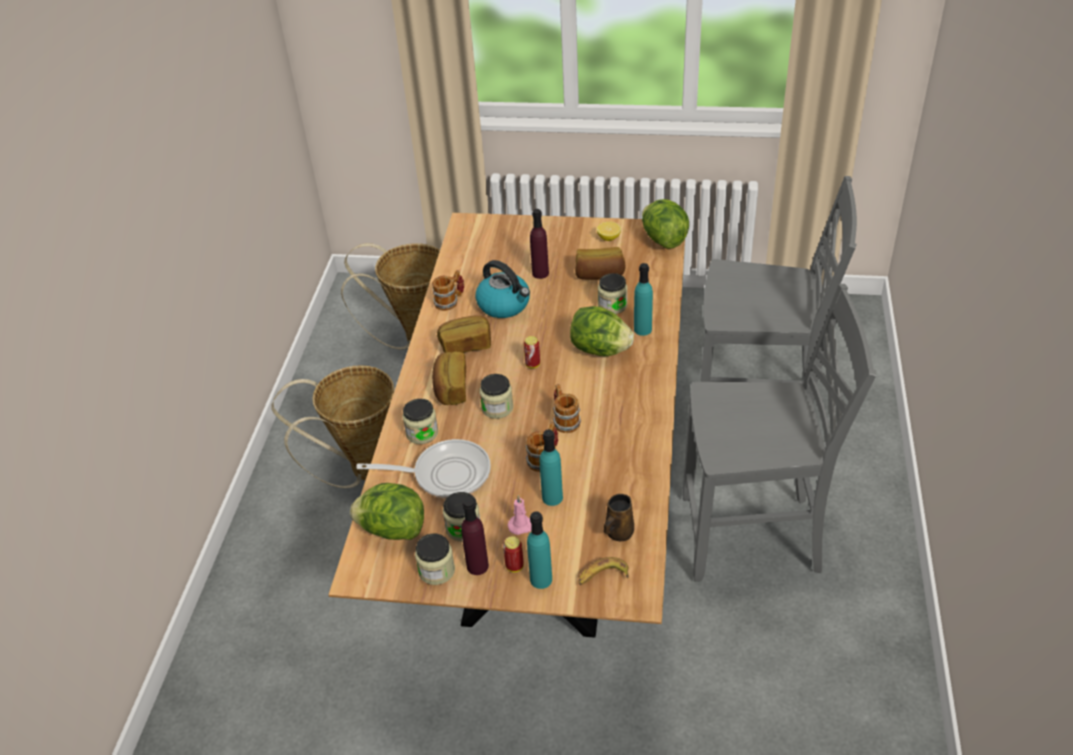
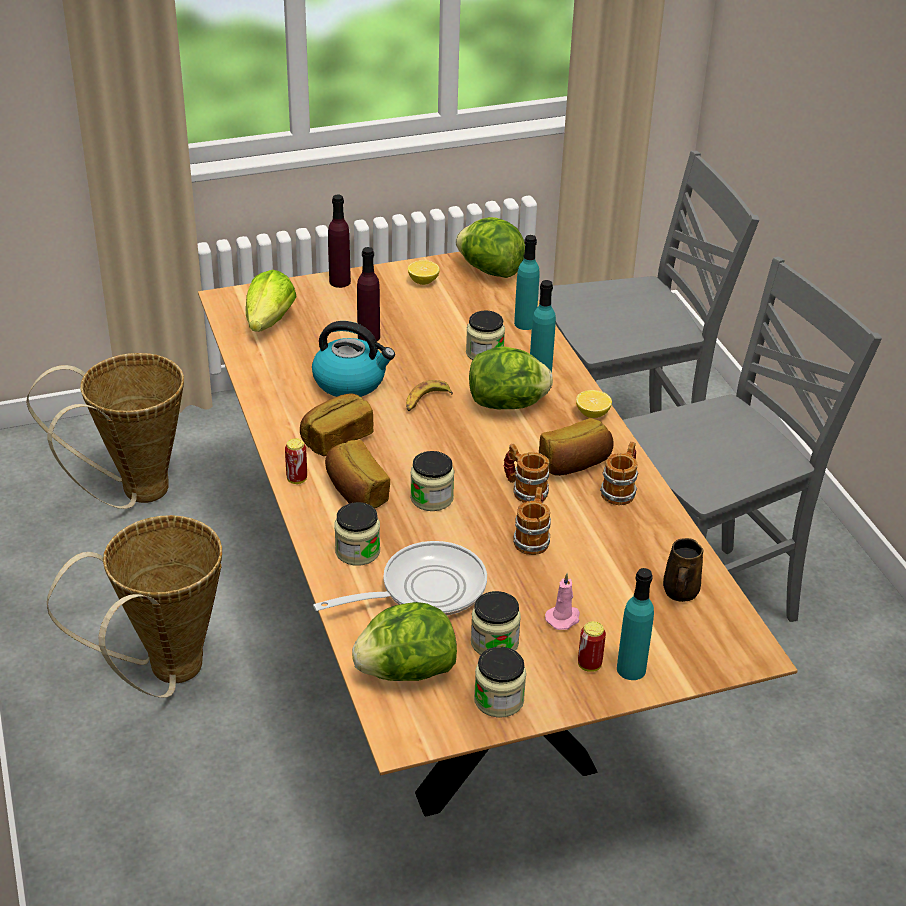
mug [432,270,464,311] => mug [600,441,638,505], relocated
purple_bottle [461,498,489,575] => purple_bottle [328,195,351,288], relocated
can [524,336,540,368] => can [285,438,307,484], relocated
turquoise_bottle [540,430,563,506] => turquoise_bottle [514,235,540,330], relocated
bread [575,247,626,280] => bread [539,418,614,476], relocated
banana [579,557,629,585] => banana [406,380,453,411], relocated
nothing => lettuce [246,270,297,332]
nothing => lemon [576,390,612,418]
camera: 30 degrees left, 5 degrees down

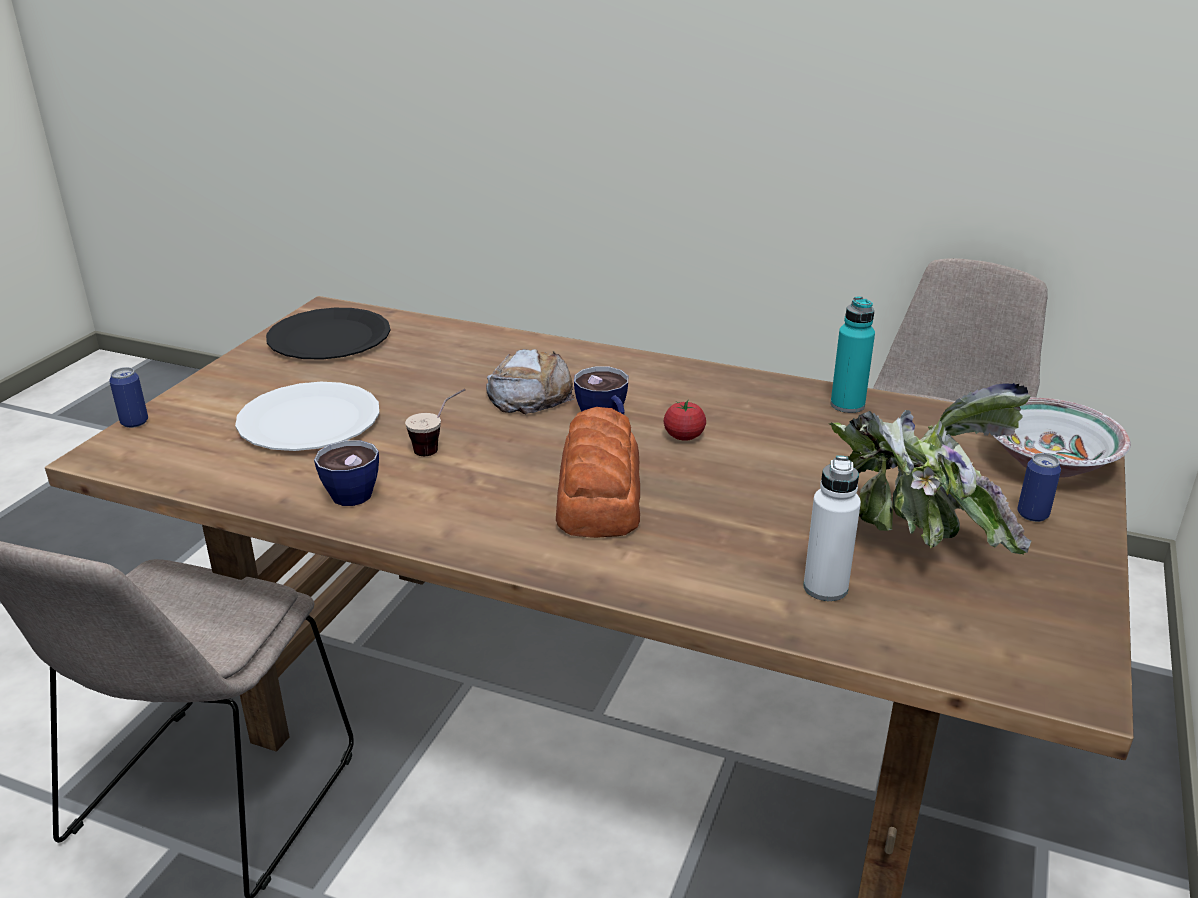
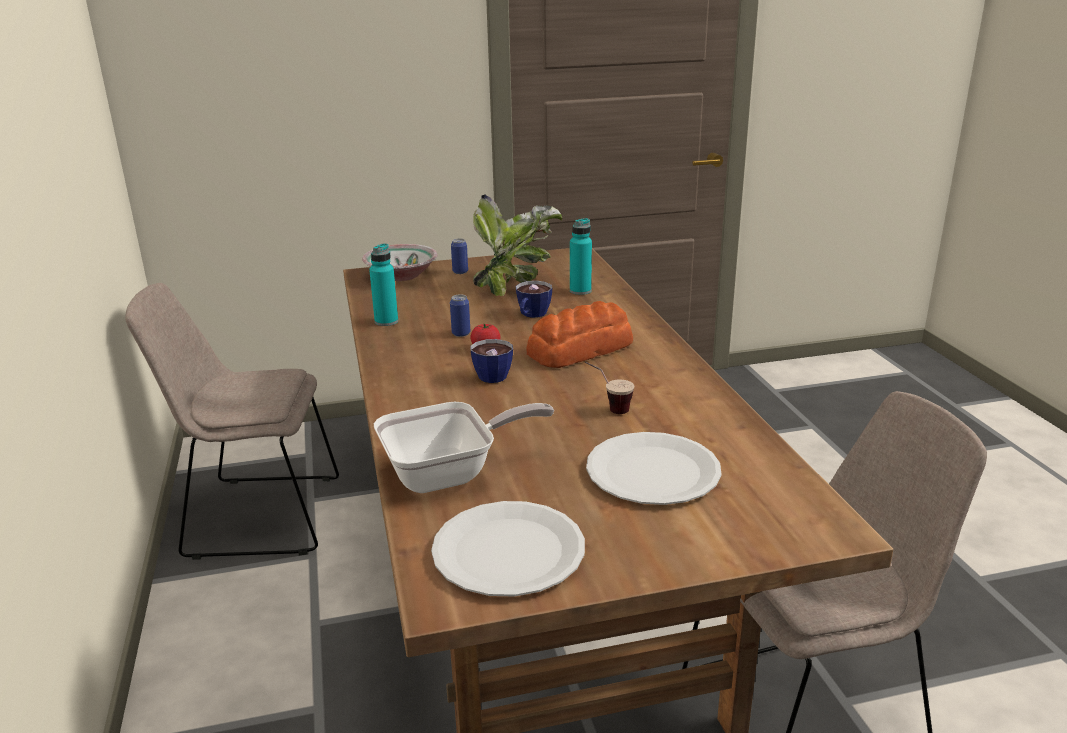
can [109,367,148,428] => can [450,294,470,337], relocated
black_plate [266,308,390,360] => white_plate [431,501,585,597]
cup [314,440,379,506] => cup [515,281,552,318], relocated
bread [486,349,575,414] => nothing
white_bottle [803,455,861,601] => turquoise_bottle [570,218,592,295]
nothing => frying_pan [374,402,554,493]
camera: 125 degrees left, 5 degrees down

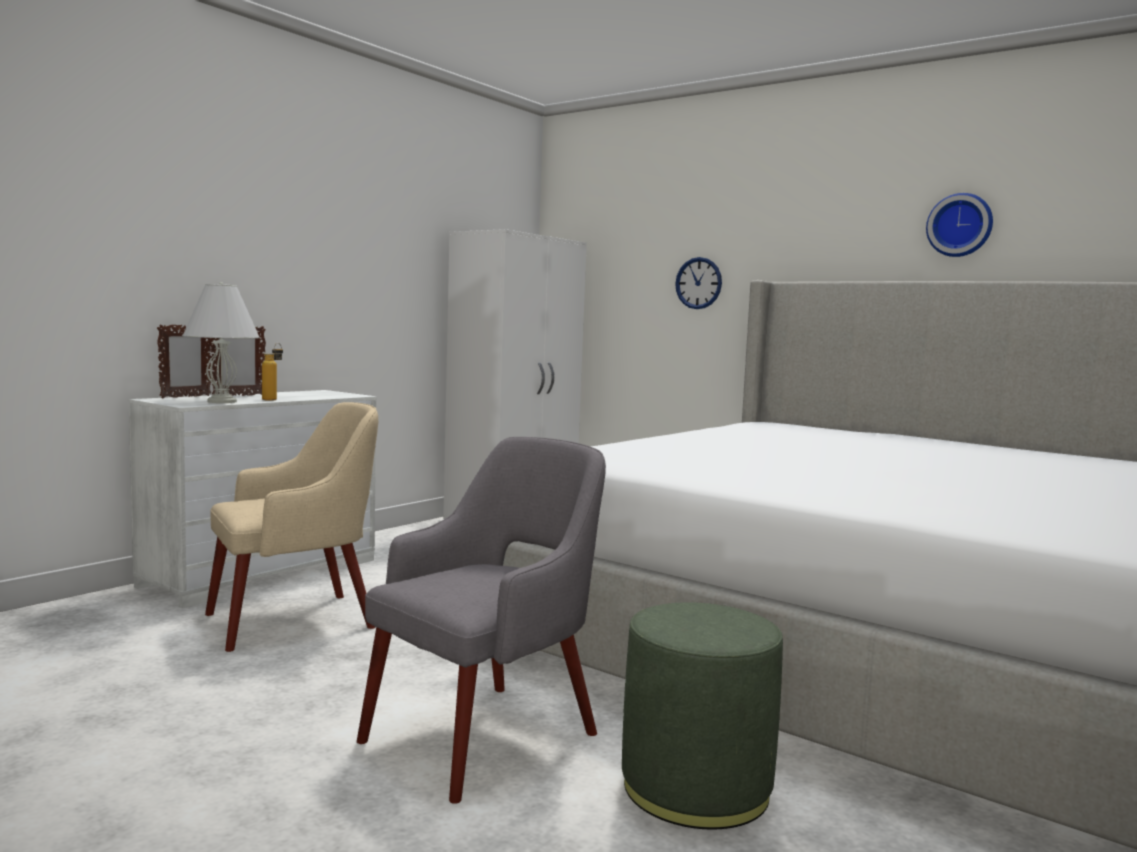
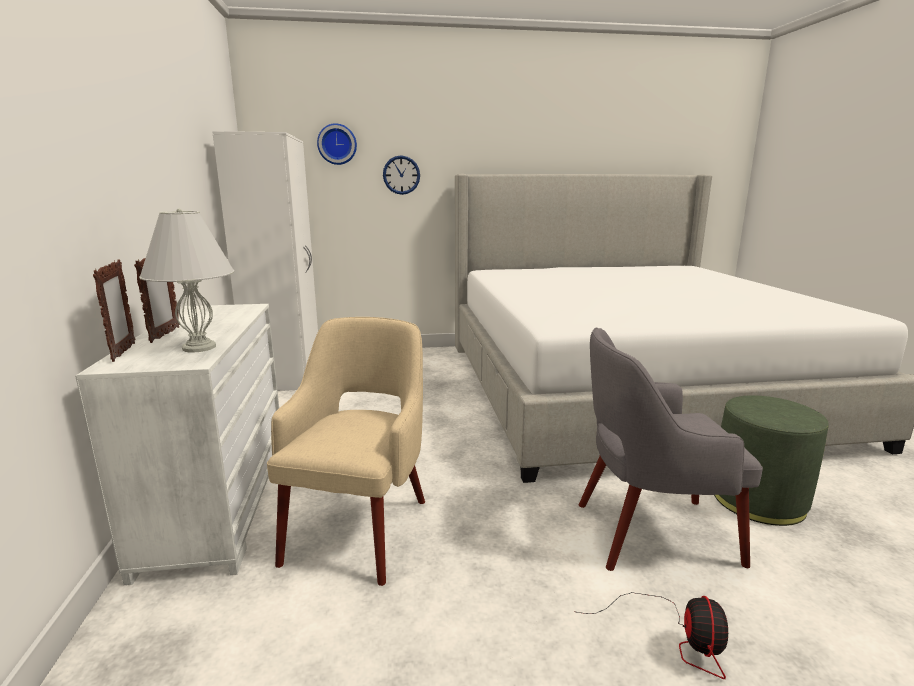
bottle [262,343,283,401] => nothing
grey_armchair [357,437,606,804] => grey_armchair [579,327,763,571], 90 degrees counterclockwise
wall_clock [926,193,993,257] => wall_clock [317,123,357,165], relocated
nothing => fan [574,592,728,679]
camera: 45 degrees left, 10 degrees up

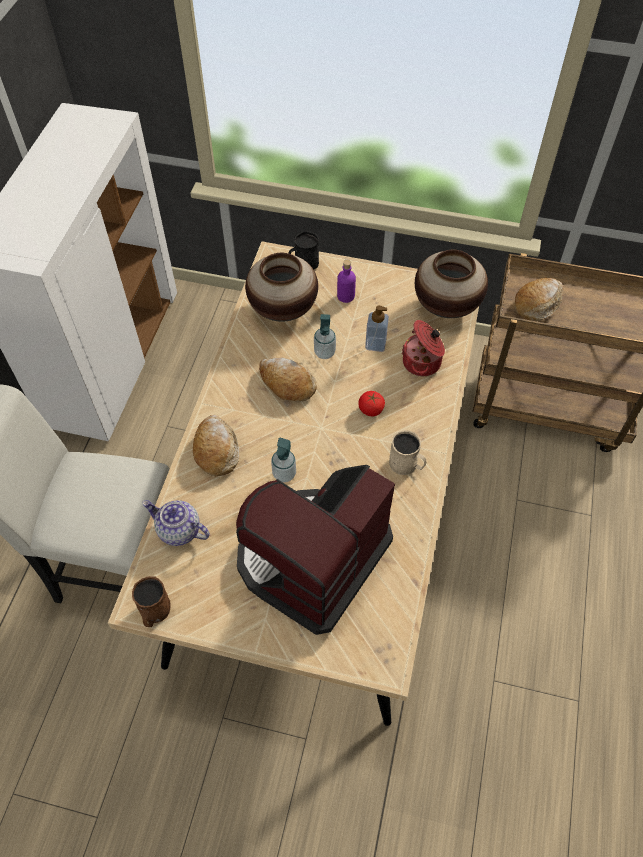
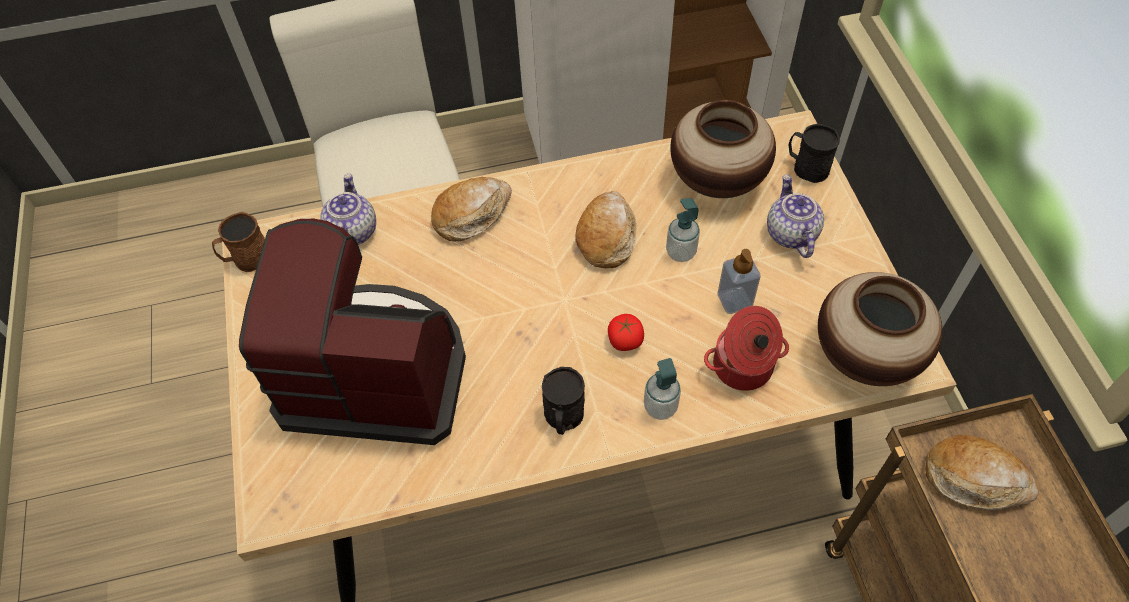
soap_dispenser [271,438,296,483] => soap_dispenser [644,358,681,420], relocated
purple_bottle [337,260,356,303] => teapot [767,175,824,258]
beige_mug [389,430,426,475] => black_mug [542,367,585,435]
camera: 65 degrees right, 0 degrees up

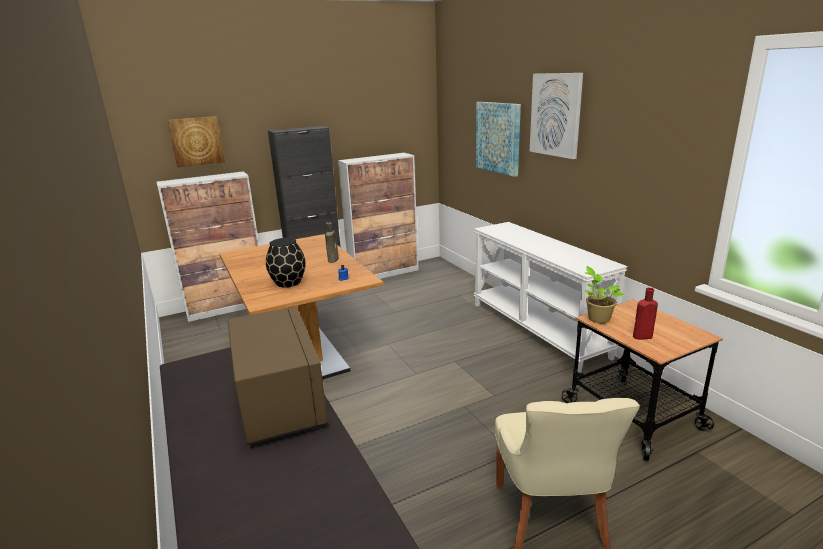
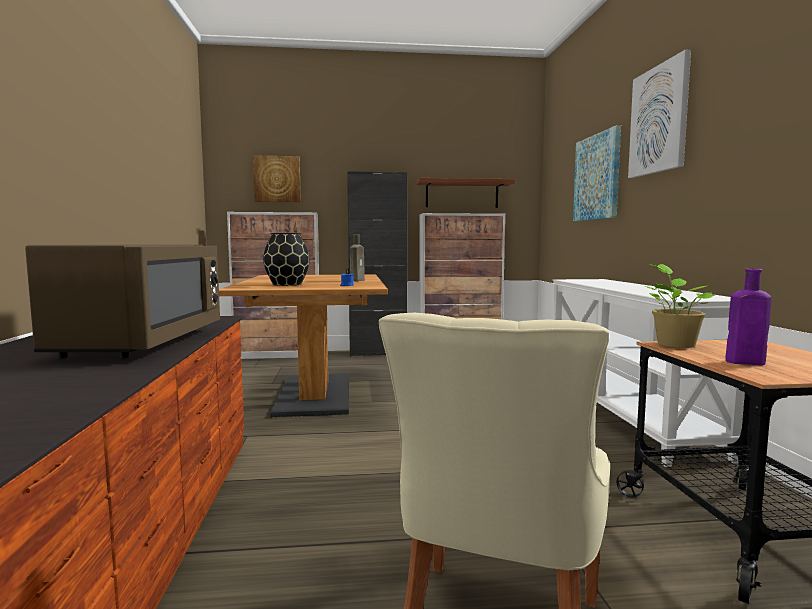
red_bottle [633,288,658,340] => purple_bottle [725,268,772,365]
nothing => brown_shelf [416,178,515,208]
camera: 20 degrees right, 15 degrees down

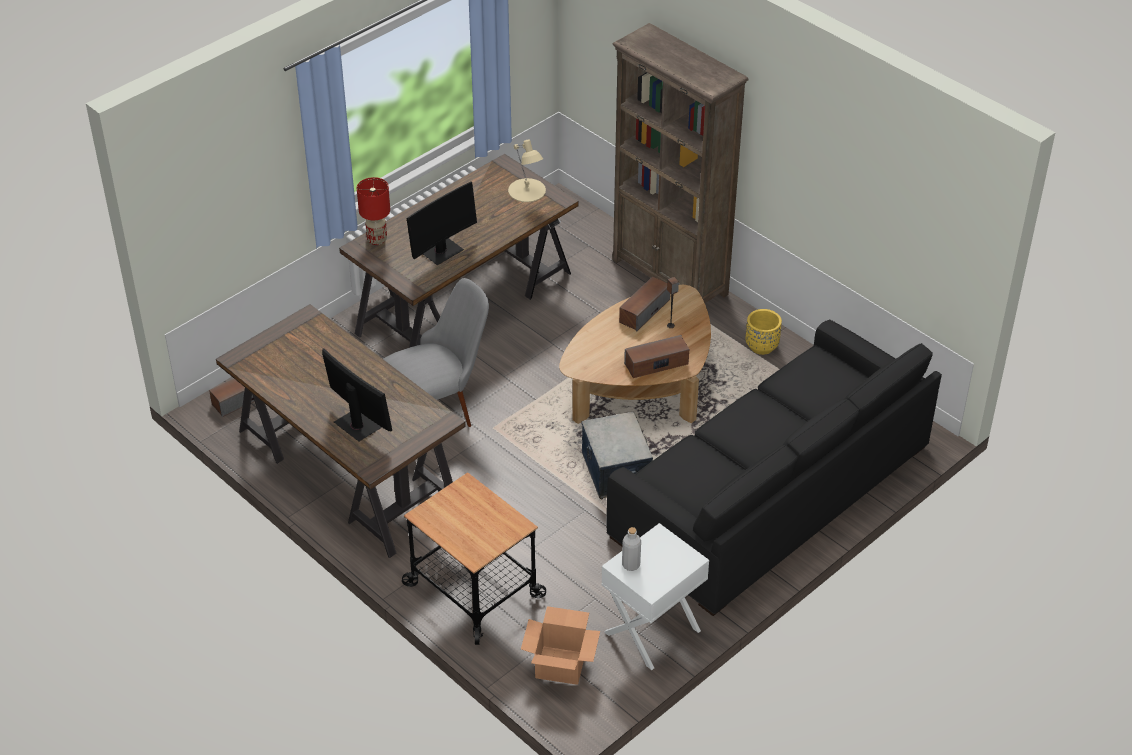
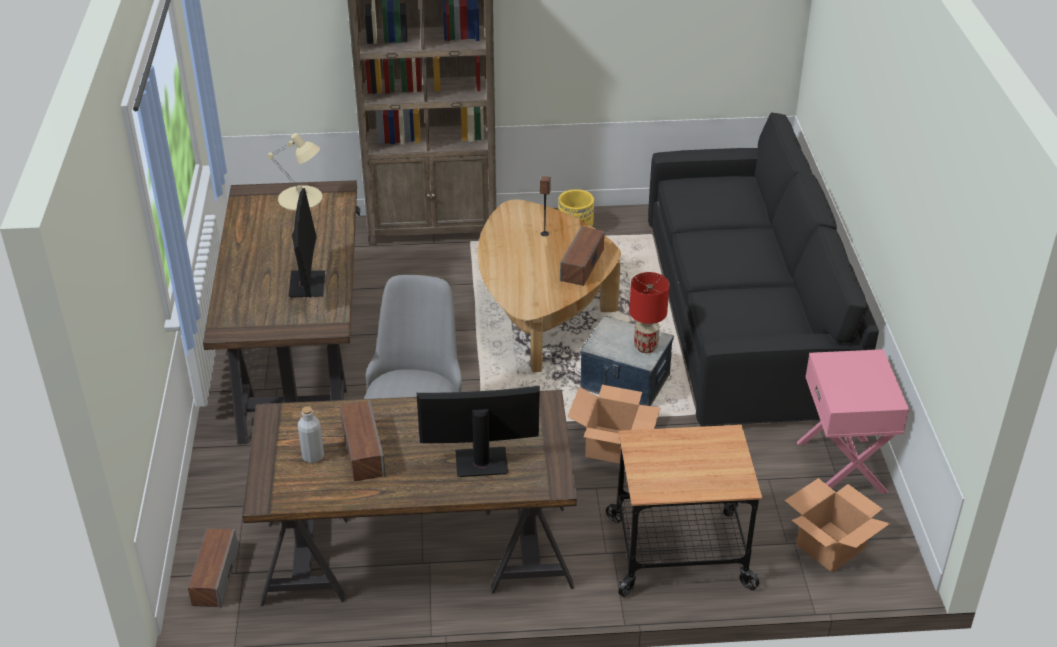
red_table_lamp [357,177,390,245] => red_table_lamp [629,272,669,353], relocated
white_nightstand [601,523,709,670] => pink_nightstand [797,349,909,493]
speaker [619,276,670,331] => speaker [340,400,386,481], relocated
grey_bottle [622,527,641,571] => grey_bottle [298,406,324,463], relocated
nothing => cardboard_box [567,385,661,464]
camera: 50 degrees left, 5 degrees down

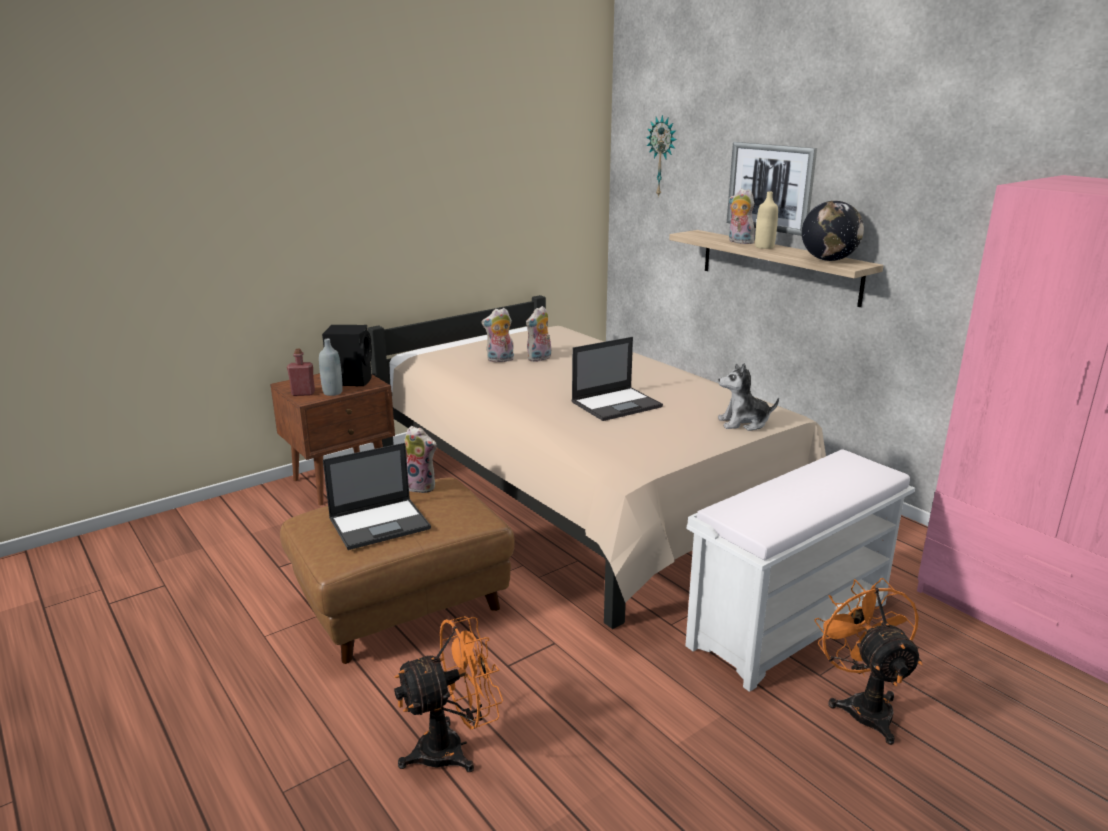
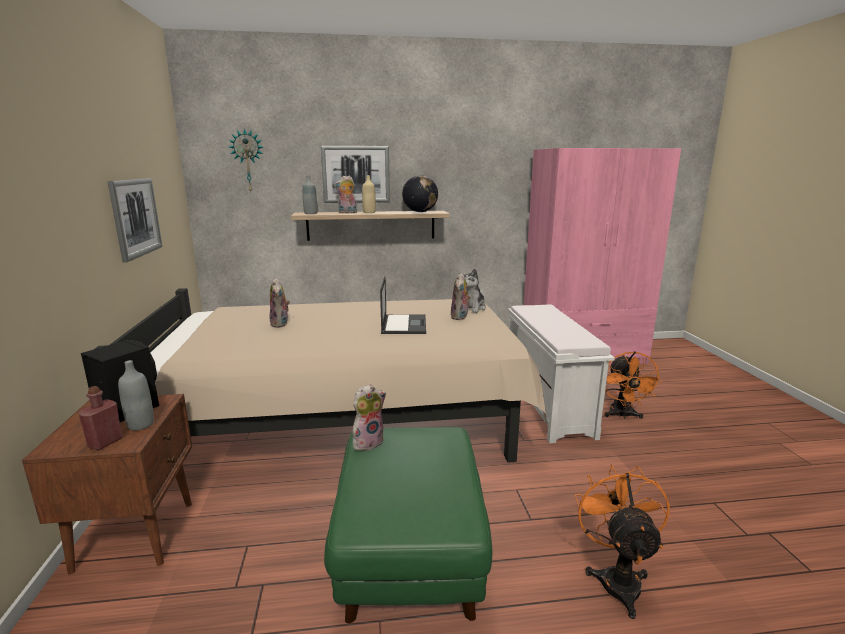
brown_ottoman [280,477,515,664] => green_ottoman [324,427,492,623]
laptop [323,443,431,550] => nothing
plush_toy [481,308,514,363] => plush_toy [451,273,471,320], relocated
orange_fan [814,578,923,745] => orange_fan [605,351,662,419], 105 degrees counterclockwise
nothing => picture [108,178,163,263]
nothing => grey_bottle [302,176,317,214]
camera: 60 degrees left, 5 degrees down

